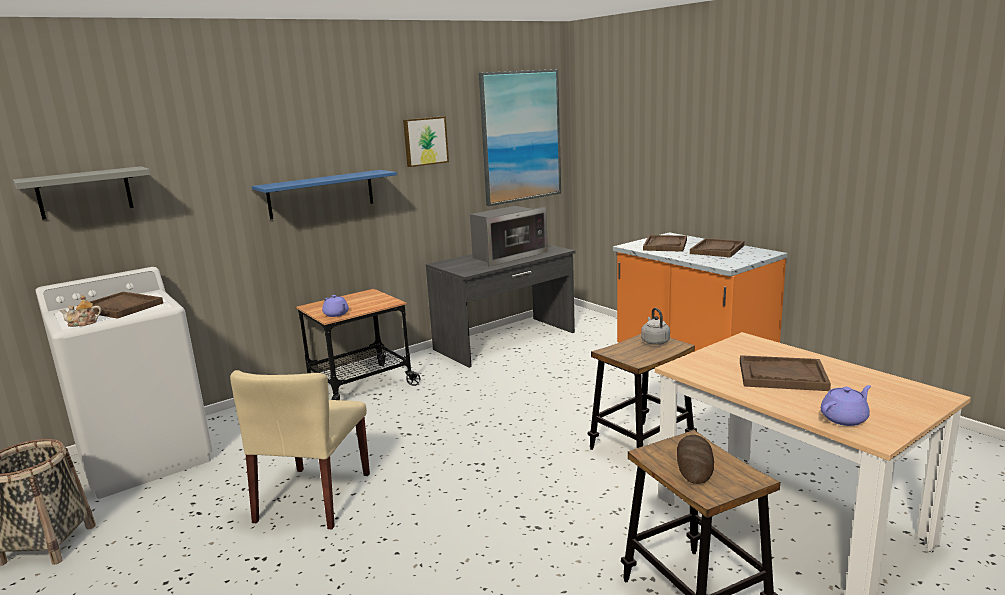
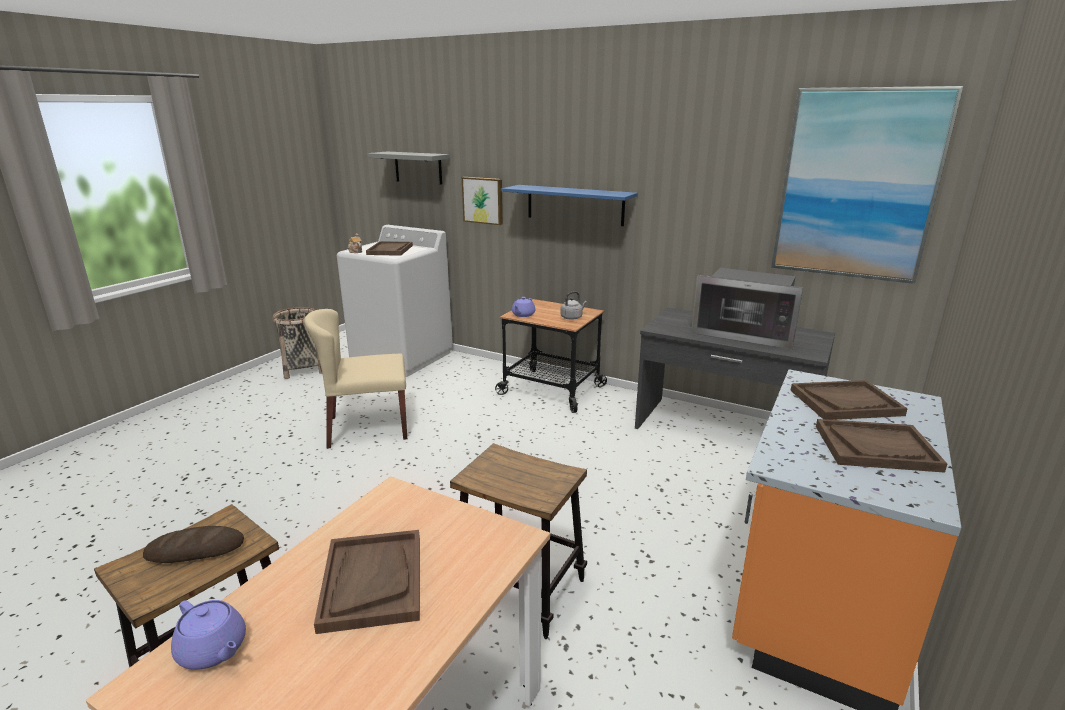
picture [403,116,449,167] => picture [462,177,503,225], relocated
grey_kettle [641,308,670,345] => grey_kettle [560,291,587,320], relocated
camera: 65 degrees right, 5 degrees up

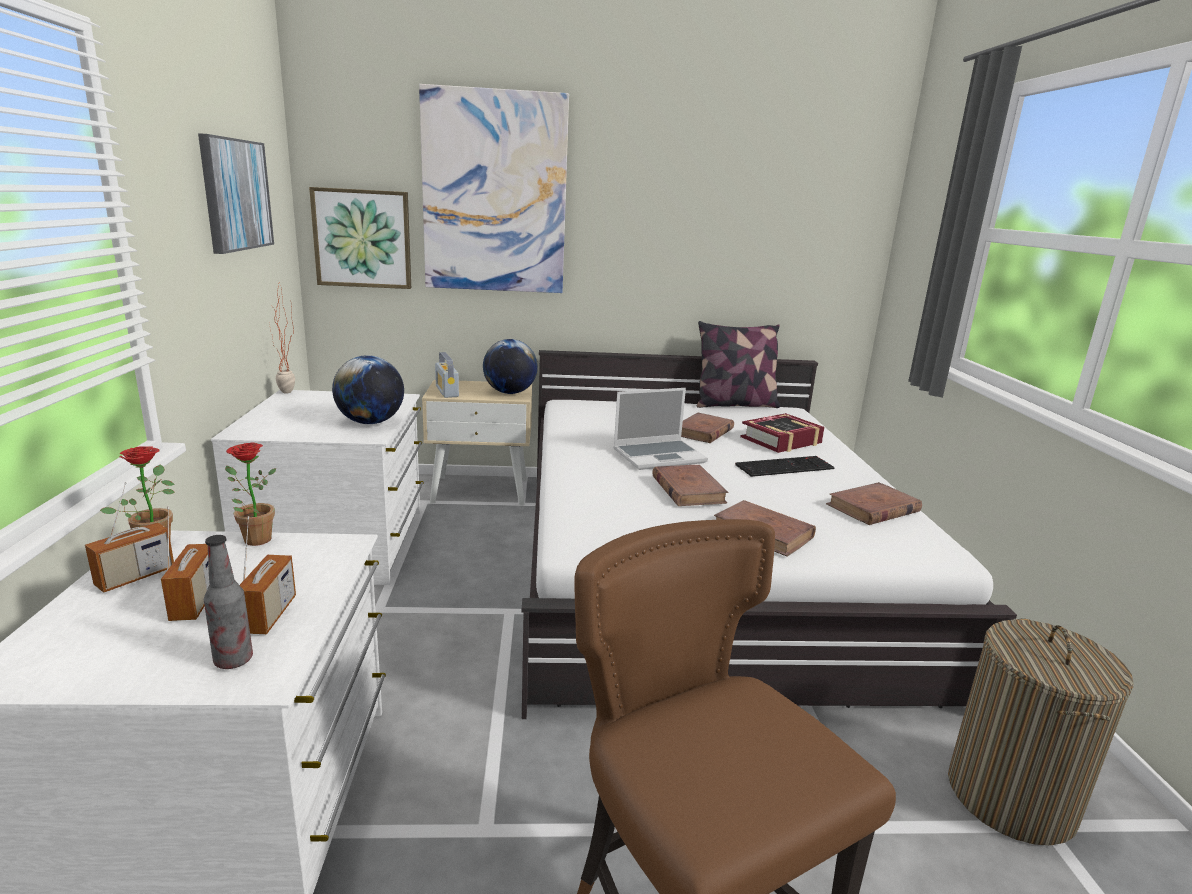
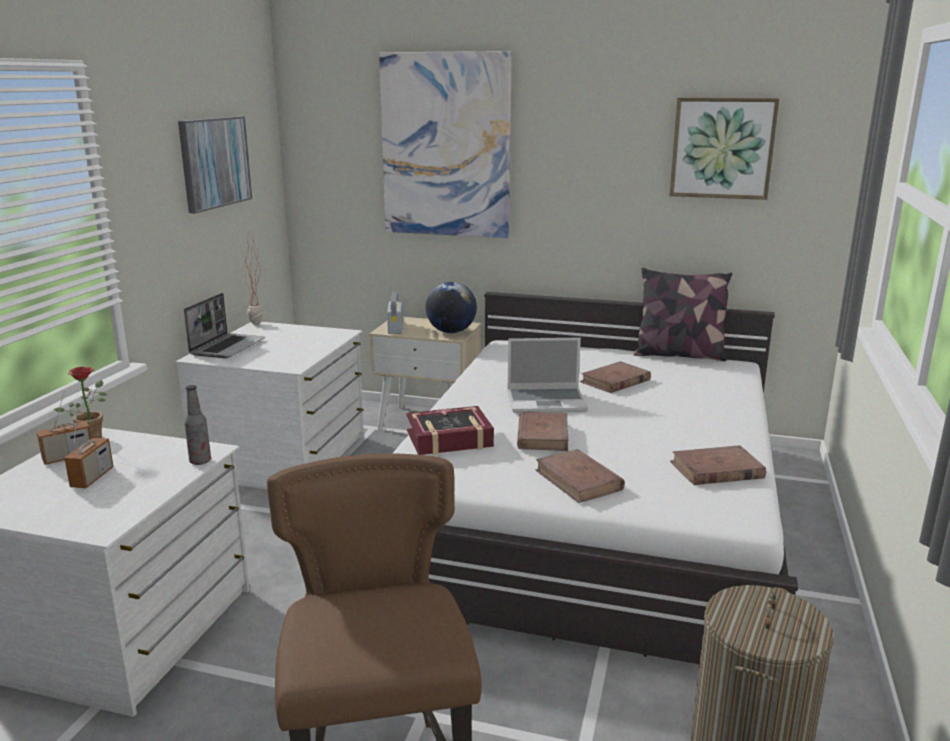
bottle [204,535,253,669] => bottle [184,385,211,465], relocated
potted_plant [225,442,277,546] => nothing
radio [240,516,296,634] => nothing
picture [309,187,411,289] => picture [669,98,780,200], relocated
globe [332,355,404,424] => nothing
keyboard [735,456,835,477] => nothing
book [740,413,825,453] => book [406,406,494,455], relocated
nothing => laptop [184,293,265,358]
camera: 20 degrees right, 0 degrees up

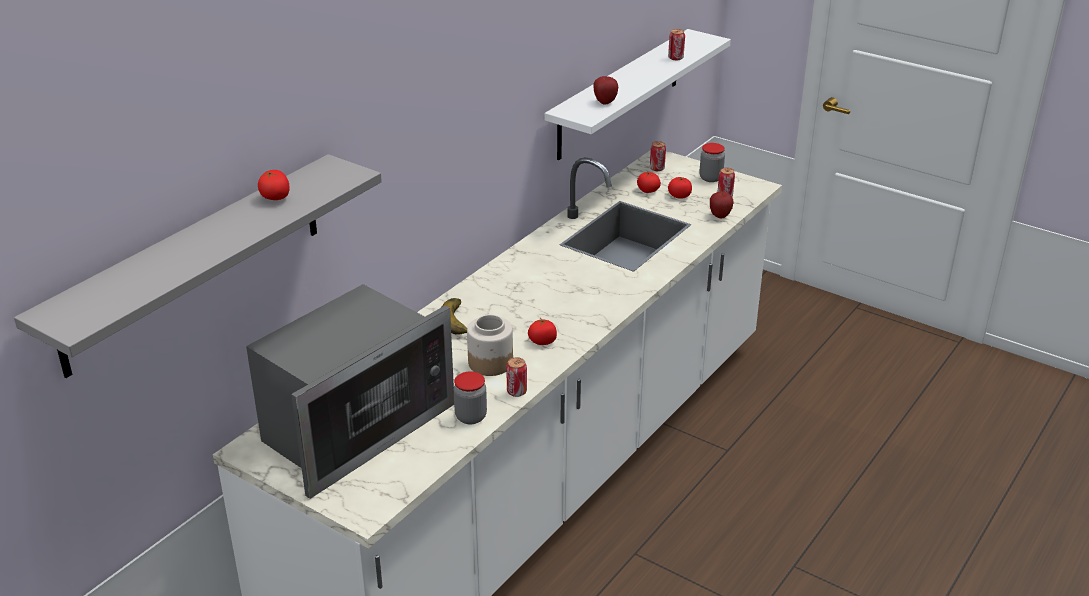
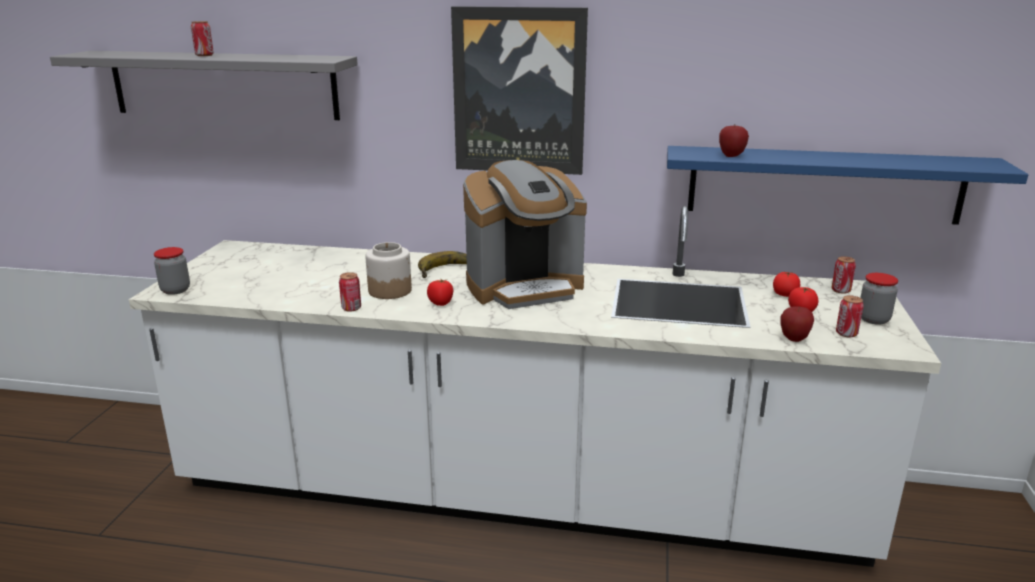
microwave [246,284,454,499] => nothing
tomato [258,170,290,200] => nothing
jar [454,371,487,424] => jar [154,247,190,295], relocated
white_shelf [545,29,731,160] => blue_shelf [667,146,1028,225]
can [668,29,685,60] => can [191,21,214,56], relocated
nothing => picture [451,6,588,175]
nothing => coffee_machine [463,160,587,309]
camera: 65 degrees right, 10 degrees down

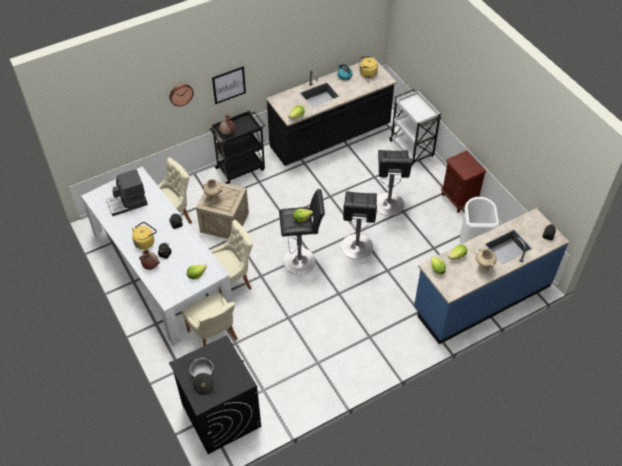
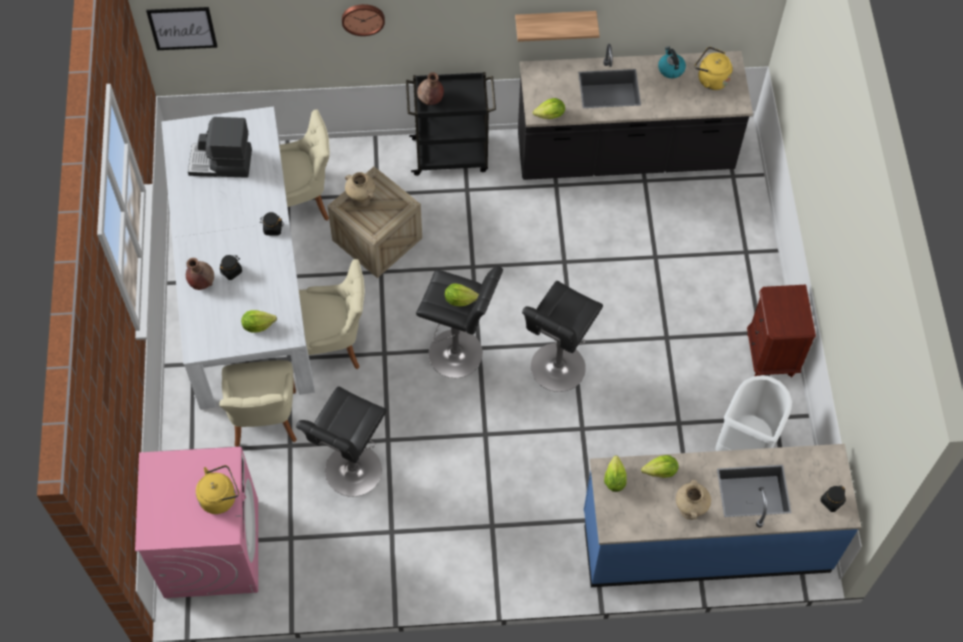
yellow_kettle [132,222,157,250] => yellow_kettle [196,465,239,514], relocated
black_washing_machine [169,335,261,454] => pink_washing_machine [135,447,258,598]
cooking_pot [189,358,215,396] => nothing
picture [212,66,246,104] => picture [146,7,217,50], relocated
black_stool [376,150,413,216] => black_stool [296,387,387,497], relocated
white_cart [389,89,442,165] => nothing
nothing => shelf [515,11,600,42]
camera: 25 degrees right, 10 degrees up

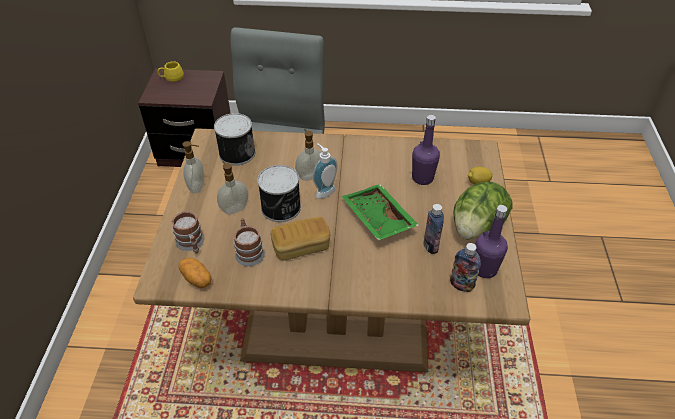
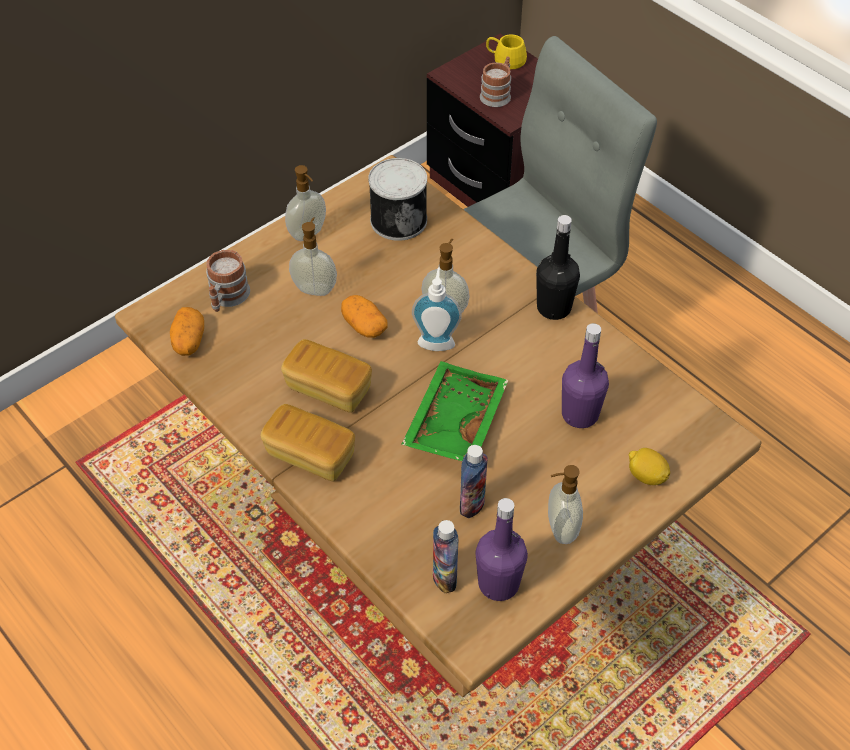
mug [234,218,265,266] => mug [480,56,511,107], relocated
can [258,165,301,222] => potato [341,295,388,338]
lettuce [454,182,513,239] => soap_dispenser [548,465,583,544]
nothing => bread [261,404,355,481]
nothing => black_bottle [536,215,580,320]
camera: 45 degrees right, 5 degrees up

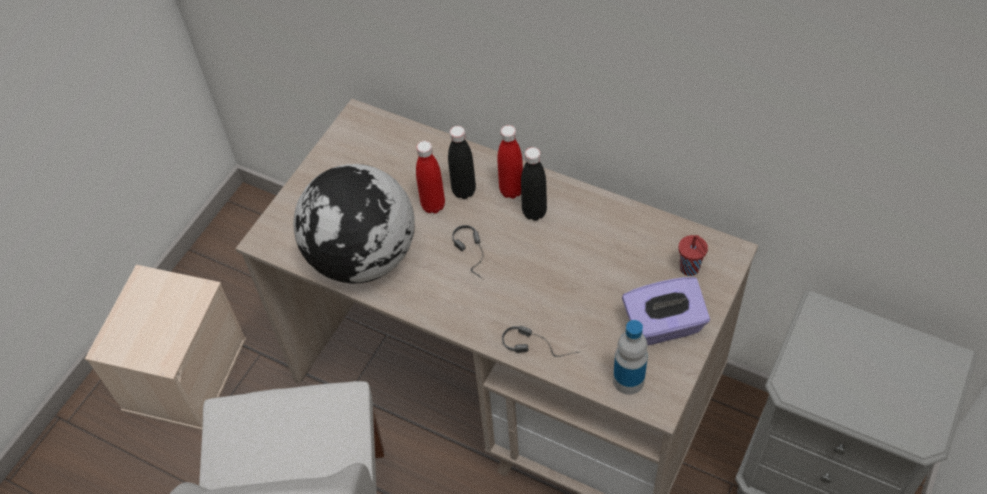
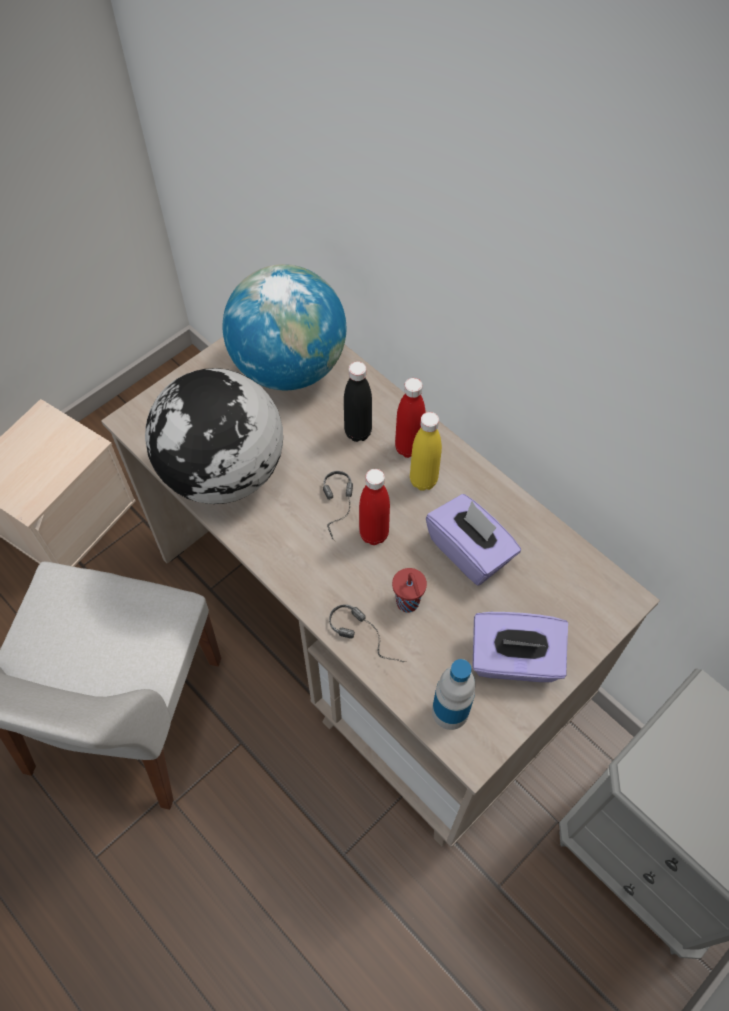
red_bottle [416,141,445,214] => red_bottle [359,469,390,545], relocated
black_bottle [521,147,547,221] => yellow_bottle [410,412,442,491]
red_cup [678,235,708,276] => red_cup [392,568,427,613], relocated
nothing => globe [223,264,346,390]
nothing => purple_tissue_box [426,494,521,586]
camera: 15 degrees right, 5 degrees up

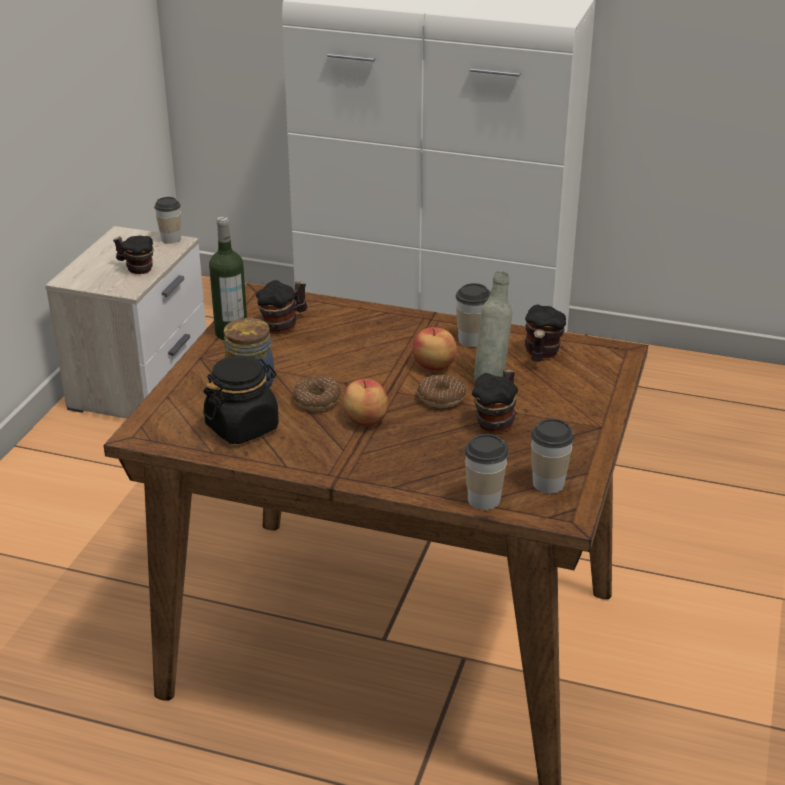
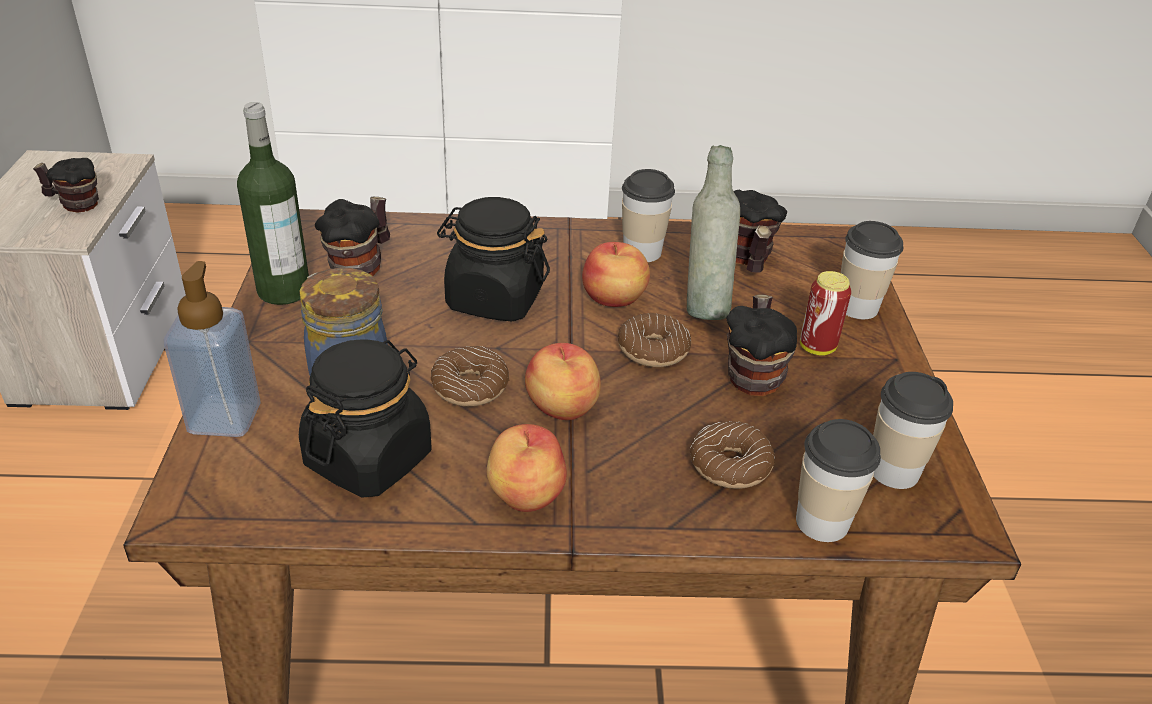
cup [154,197,181,244] => cup [841,221,903,319], relocated
nothing => soap_dispenser [164,261,261,437]
nothing => black_jar [437,197,550,322]
nothing => apple [487,424,567,512]
nothing => donut [690,421,775,489]
nothing => can [800,271,851,356]
camera: 20 degrees left, 5 degrees up

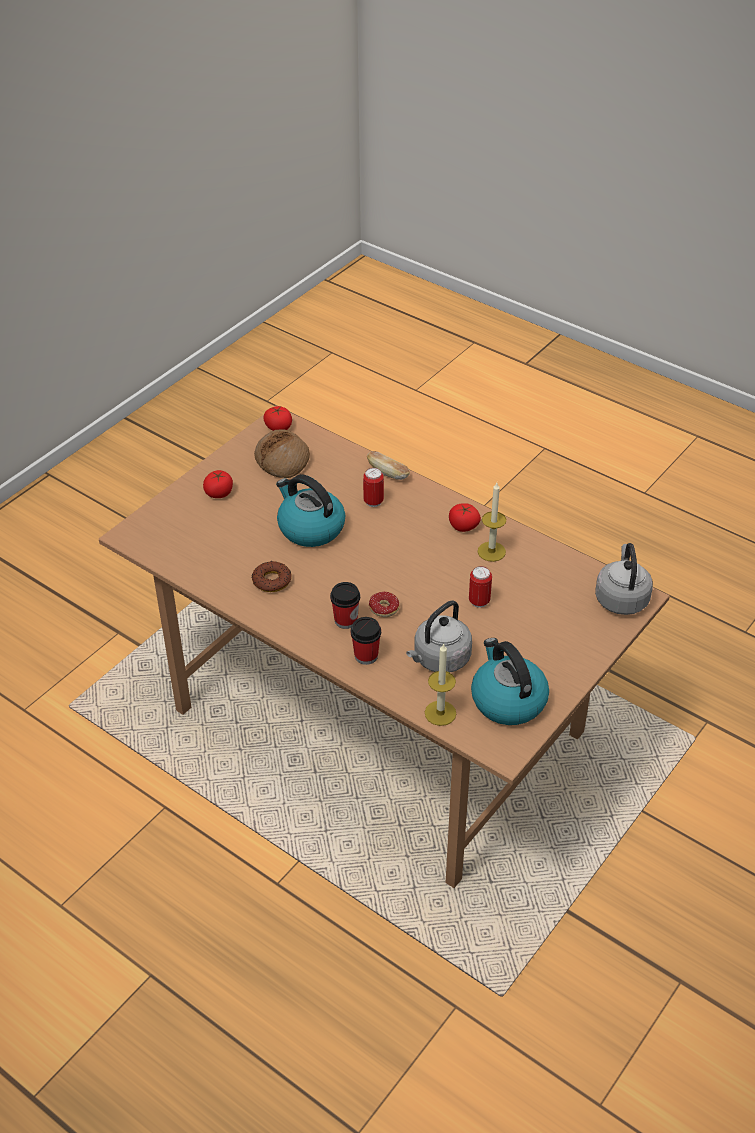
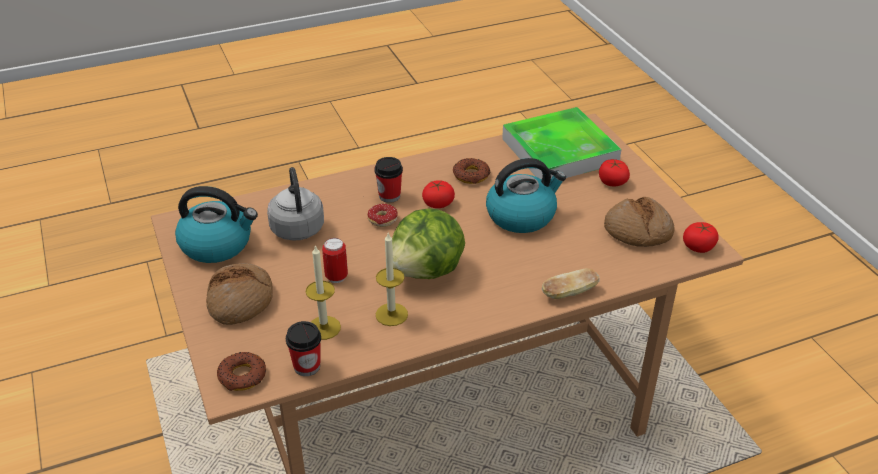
cup [350,617,381,665] => cup [286,321,321,376], relocated
can [363,468,384,507] => nothing
candle [425,643,456,726] => candle [306,245,341,340], relocated
tomato [449,503,481,532] => tomato [422,180,455,208], relocated
grey_kettle [595,543,653,615] => donut [217,352,266,391]
nothing => bread [206,263,273,325]
nothing => lettuce [392,208,465,279]
nothing => tray [502,107,622,180]
camera: 120 degrees right, 5 degrees down

